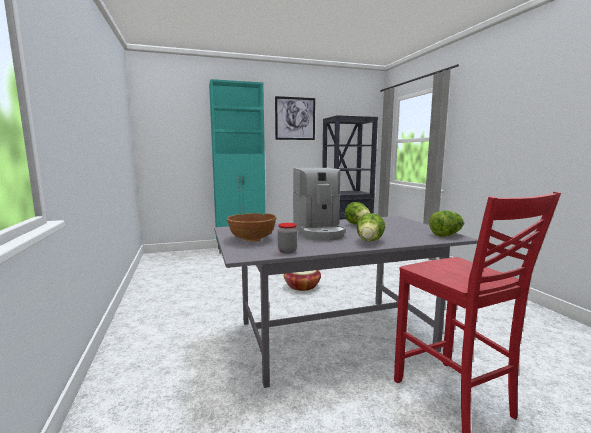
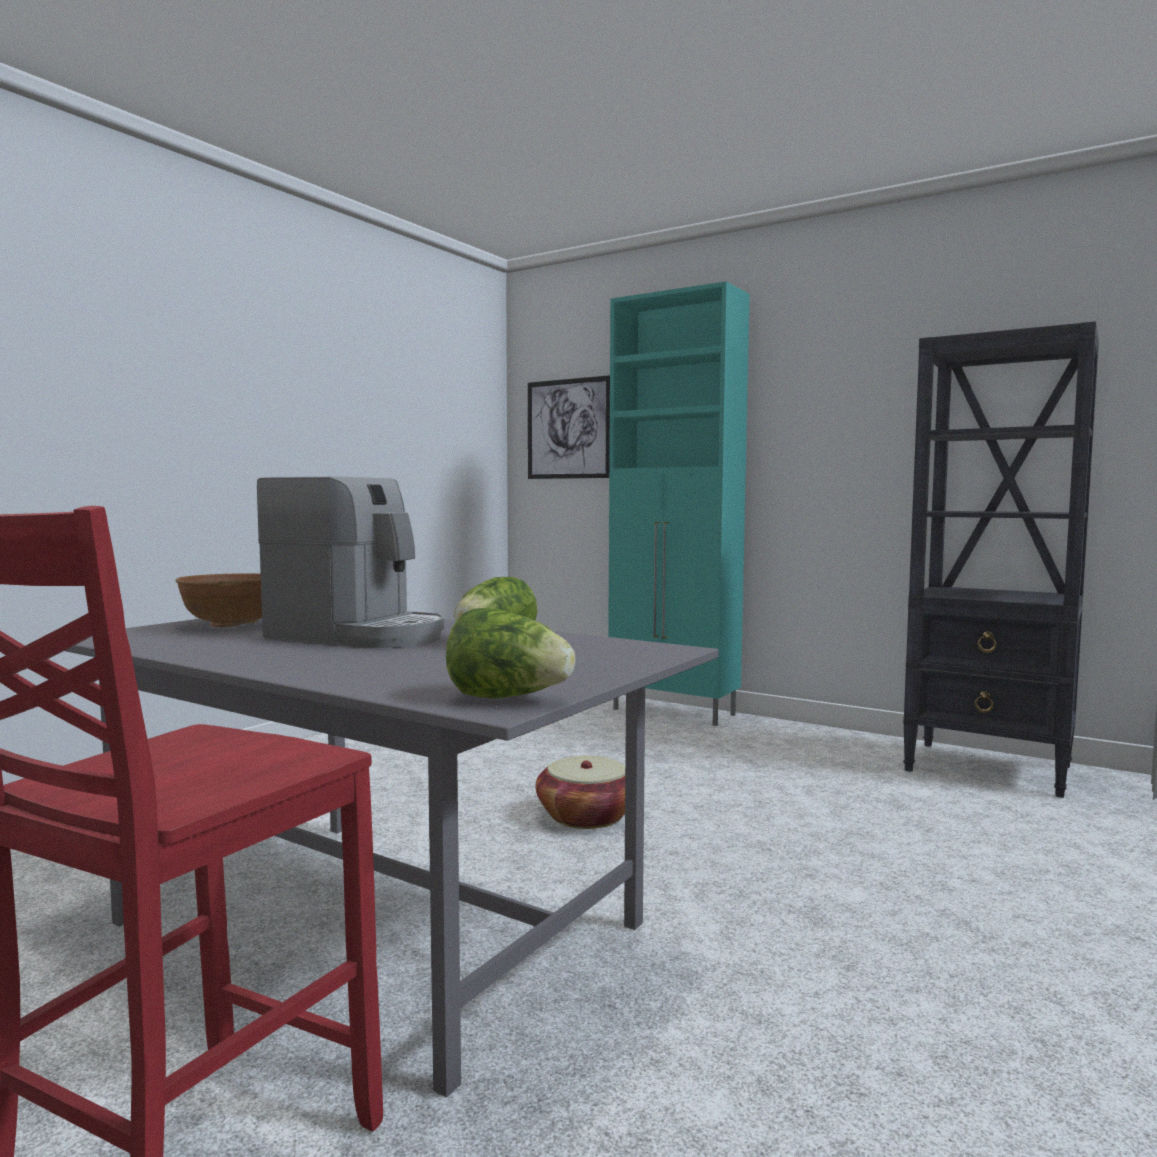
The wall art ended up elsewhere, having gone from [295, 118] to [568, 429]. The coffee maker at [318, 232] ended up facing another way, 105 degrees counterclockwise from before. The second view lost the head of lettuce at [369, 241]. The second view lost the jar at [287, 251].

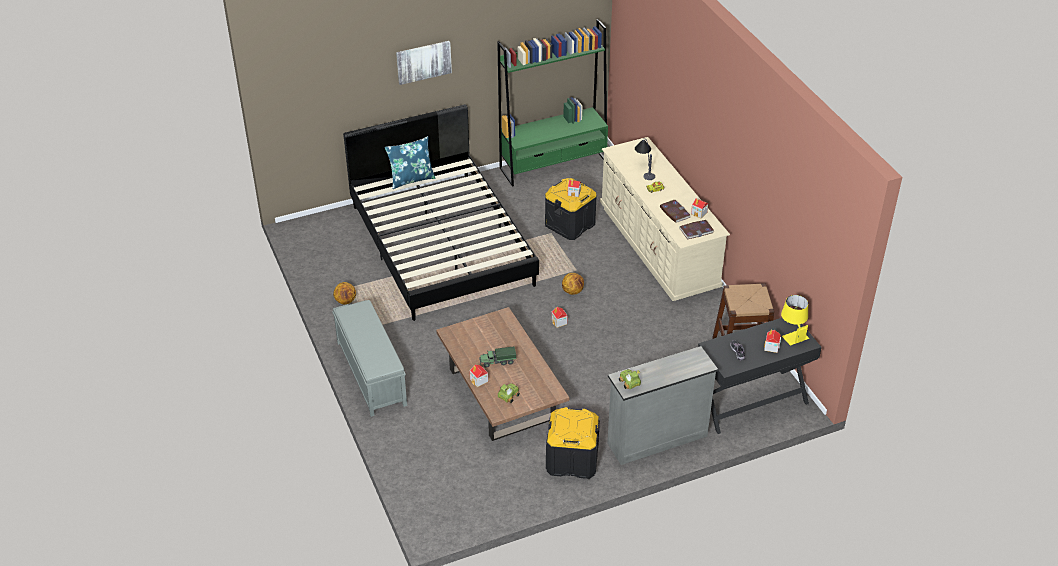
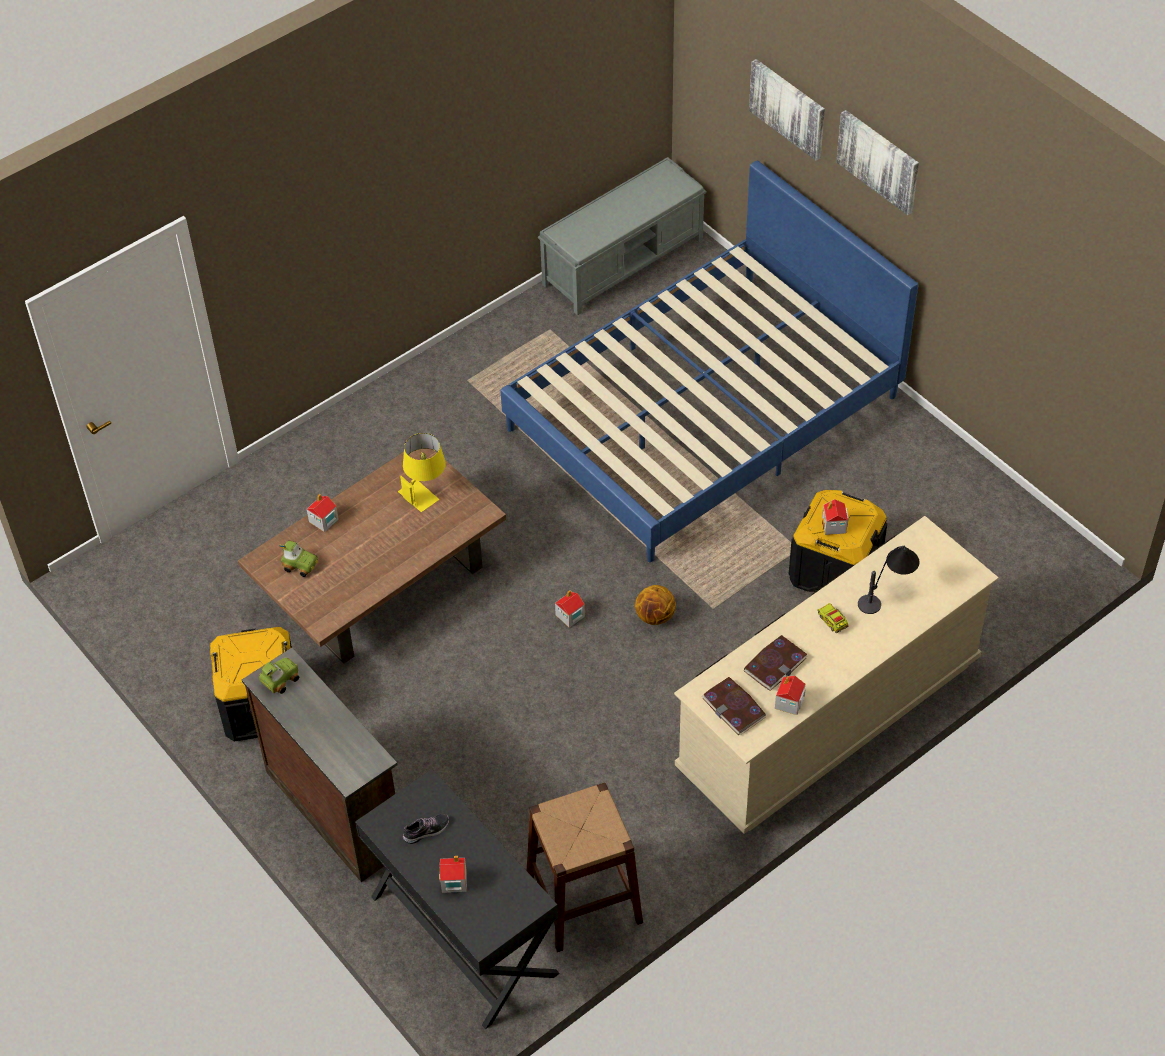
The second view lost the green bookshelf at [554, 165]. What was the blackish bed at [442, 244] turned into the blue-coloured bed at [704, 413]. The second view lost the blue-coloured throw pillow at [411, 179]. The second view lost the basketball ball at [345, 301]. The yellow table lamp ended up elsewhere, having gone from [792, 334] to [424, 491]. The grey bench ended up elsewhere, having gone from [371, 373] to [624, 261]. What was the grey chest of drawers at [656, 438] turned into the brown-coloured chest of drawers at [336, 809]. The second view lost the toy lorry at [497, 362]. The second view gained the wall art at [788, 108].

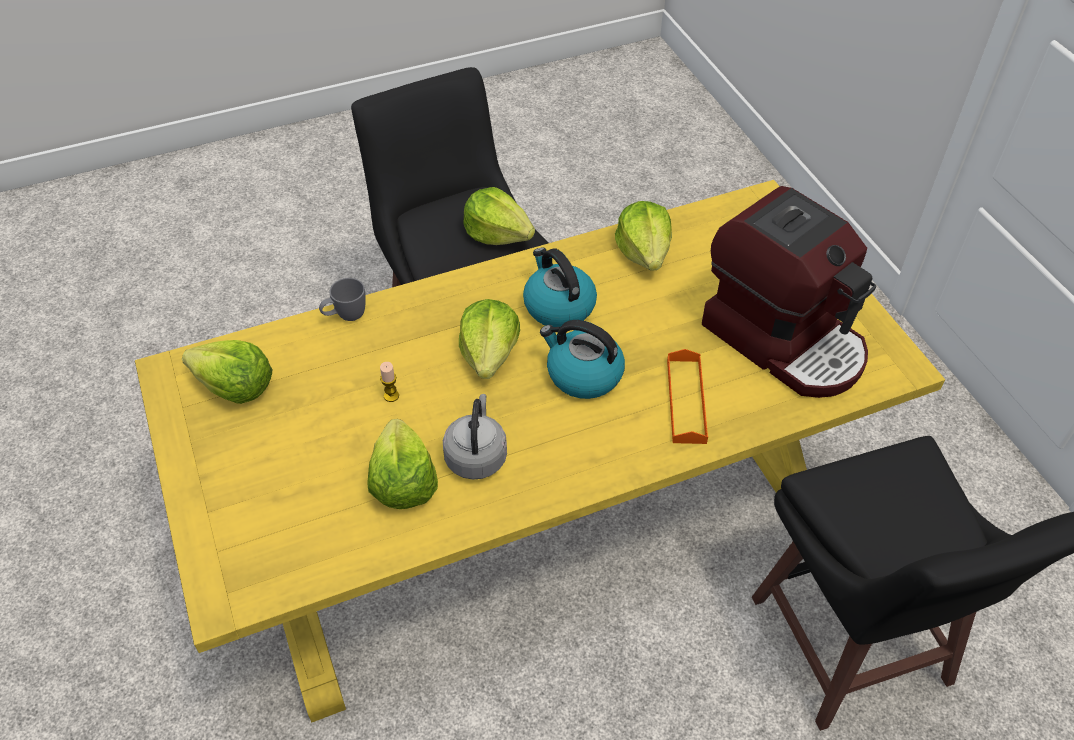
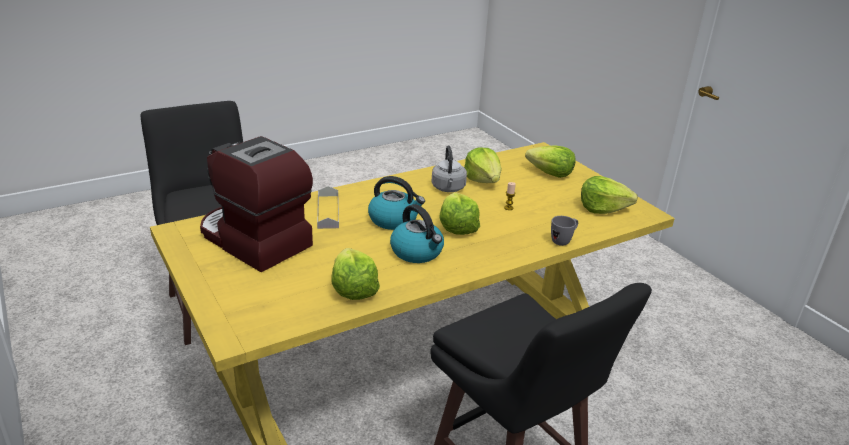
The head of lettuce ended up elsewhere, having gone from [497, 234] to [550, 173]. What was the orange-coloured tray at [686, 400] turned into the grey tray at [328, 211].

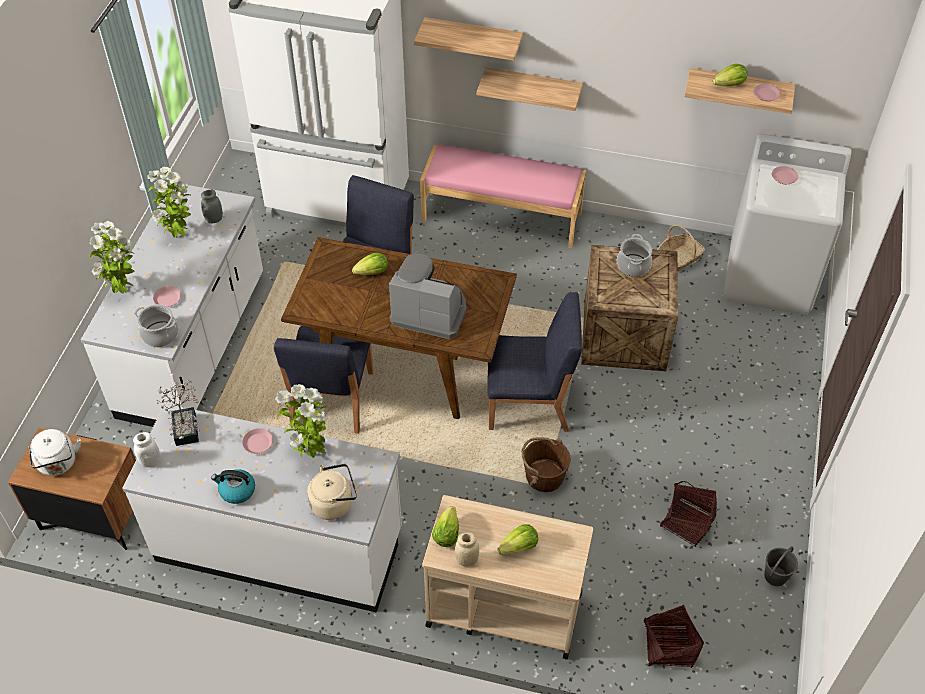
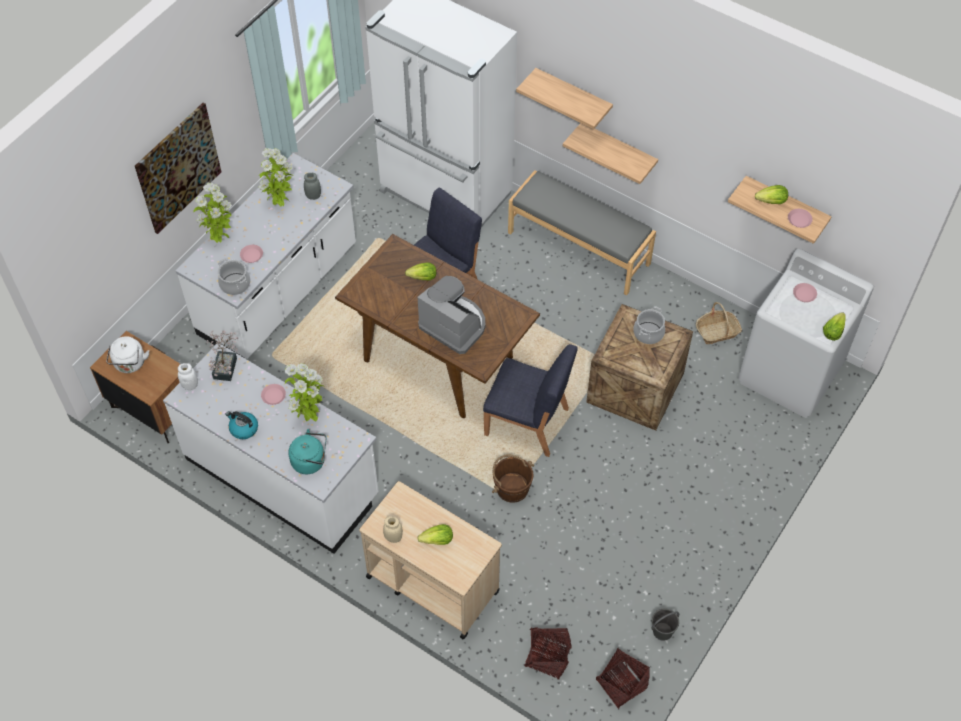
What was the pink bench at [502, 216] turned into the grey bench at [579, 248]. The second view lost the blue-coloured upright chair at [331, 399]. What was the sand-coloured water kettle at [334, 503] turned into the turquoise-coloured water kettle at [311, 461]. The household basket ended up elsewhere, having gone from [687, 522] to [621, 684]. The head of lettuce ended up elsewhere, having gone from [446, 534] to [833, 332]. The second view gained the wall art at [178, 168].

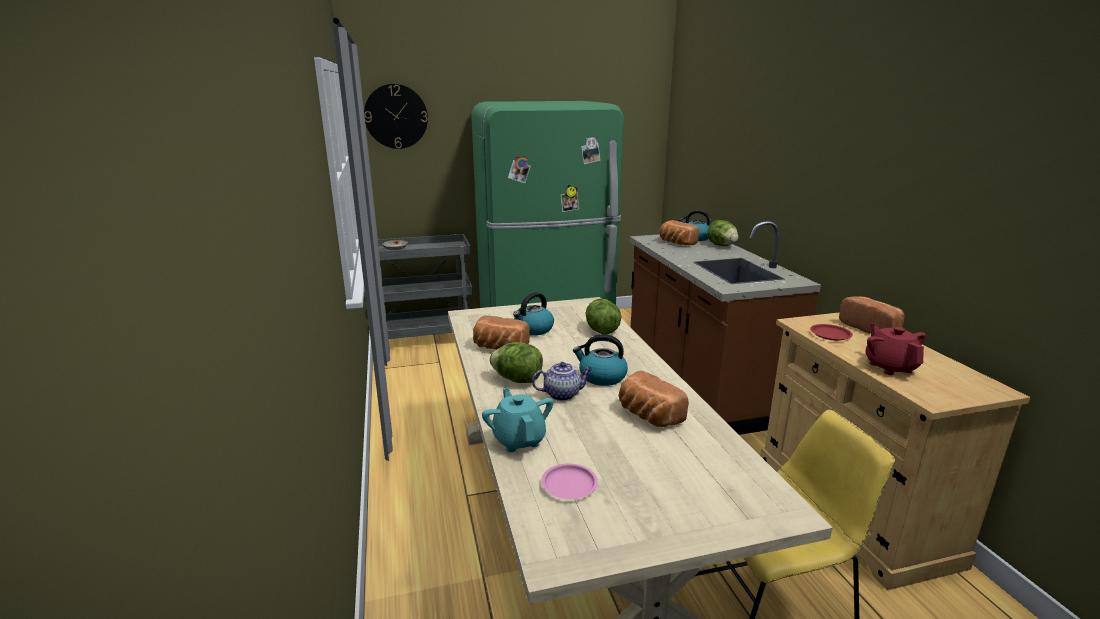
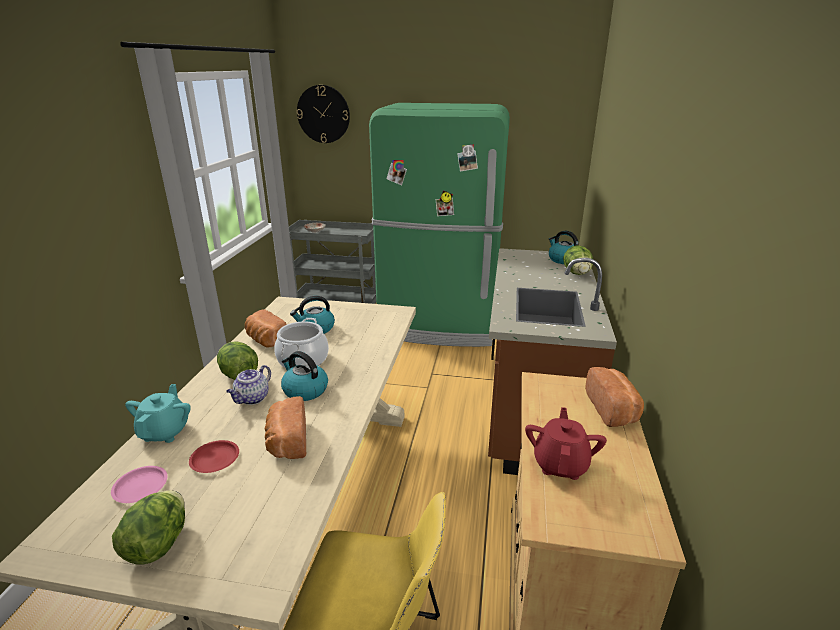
The second view lost the bakery bread at [676, 243]. The head of lettuce ended up elsewhere, having gone from [601, 330] to [158, 544]. The red dinner plate ended up elsewhere, having gone from [830, 335] to [215, 459]. The tea pot at [562, 394] ended up facing another way, 105 degrees clockwise from before. The second view gained the saucepot at [303, 360].

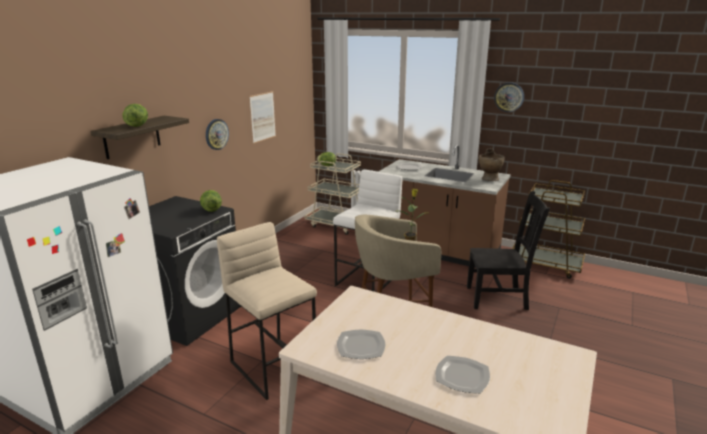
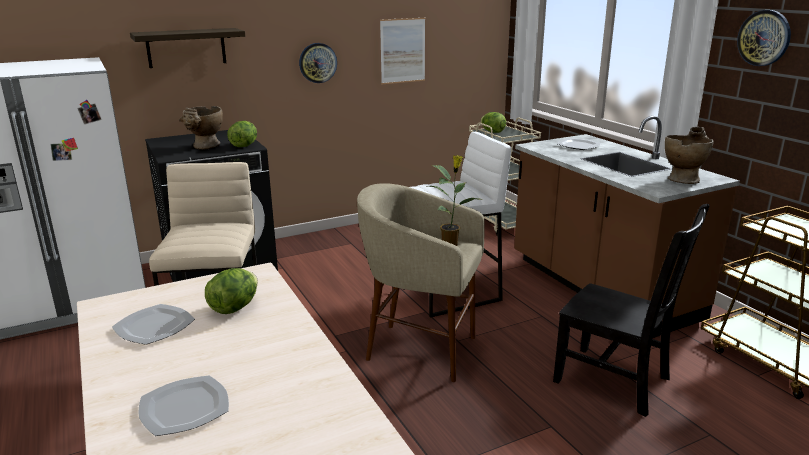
The head of lettuce ended up elsewhere, having gone from [137, 126] to [234, 308]. The second view gained the sand-coloured flower vase at [205, 147].

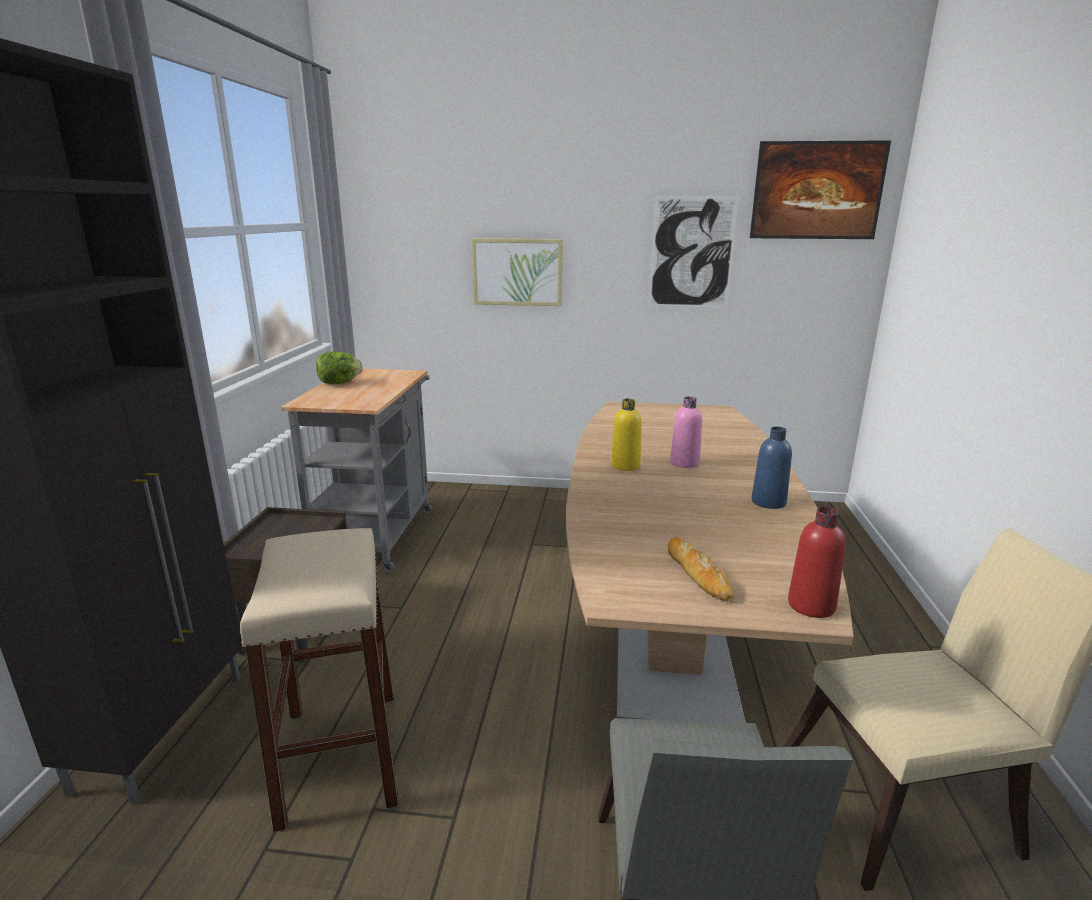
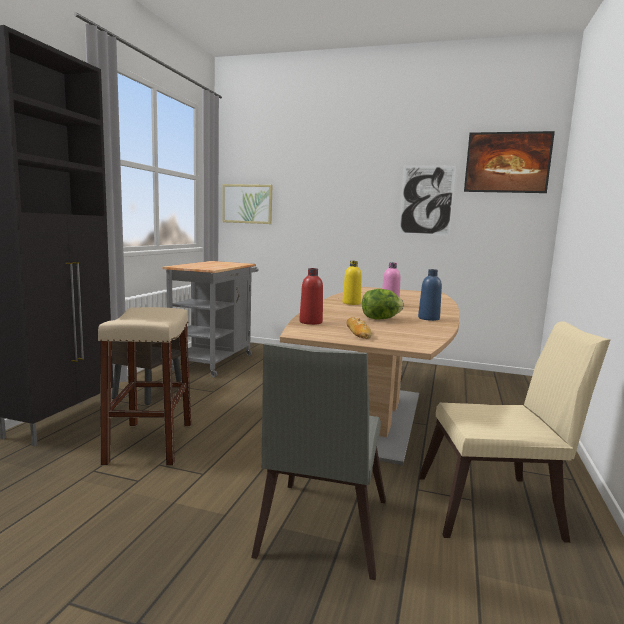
The wall art ended up elsewhere, having gone from [517, 272] to [247, 204]. The head of lettuce ended up elsewhere, having gone from [339, 383] to [380, 319]. The red beverage bottle ended up elsewhere, having gone from [811, 605] to [310, 322].

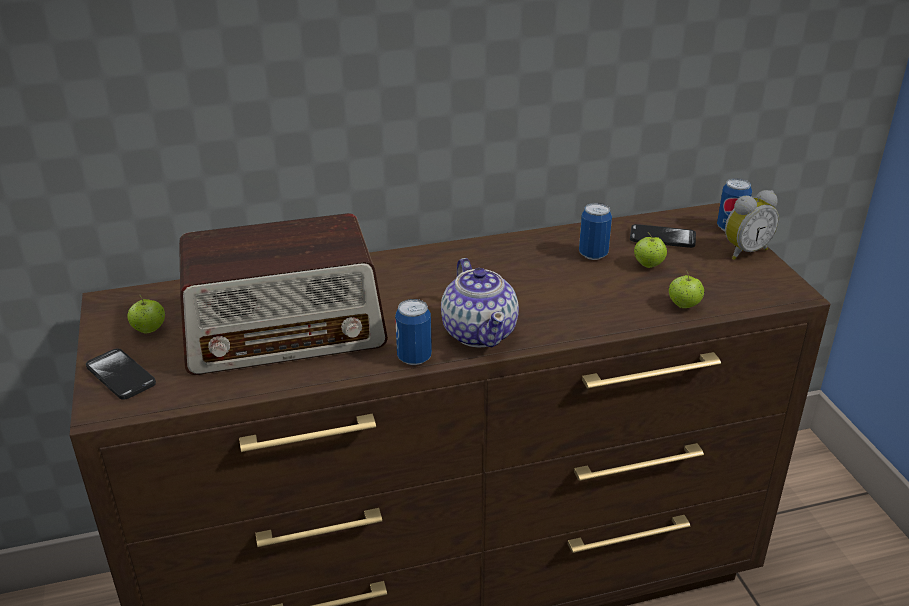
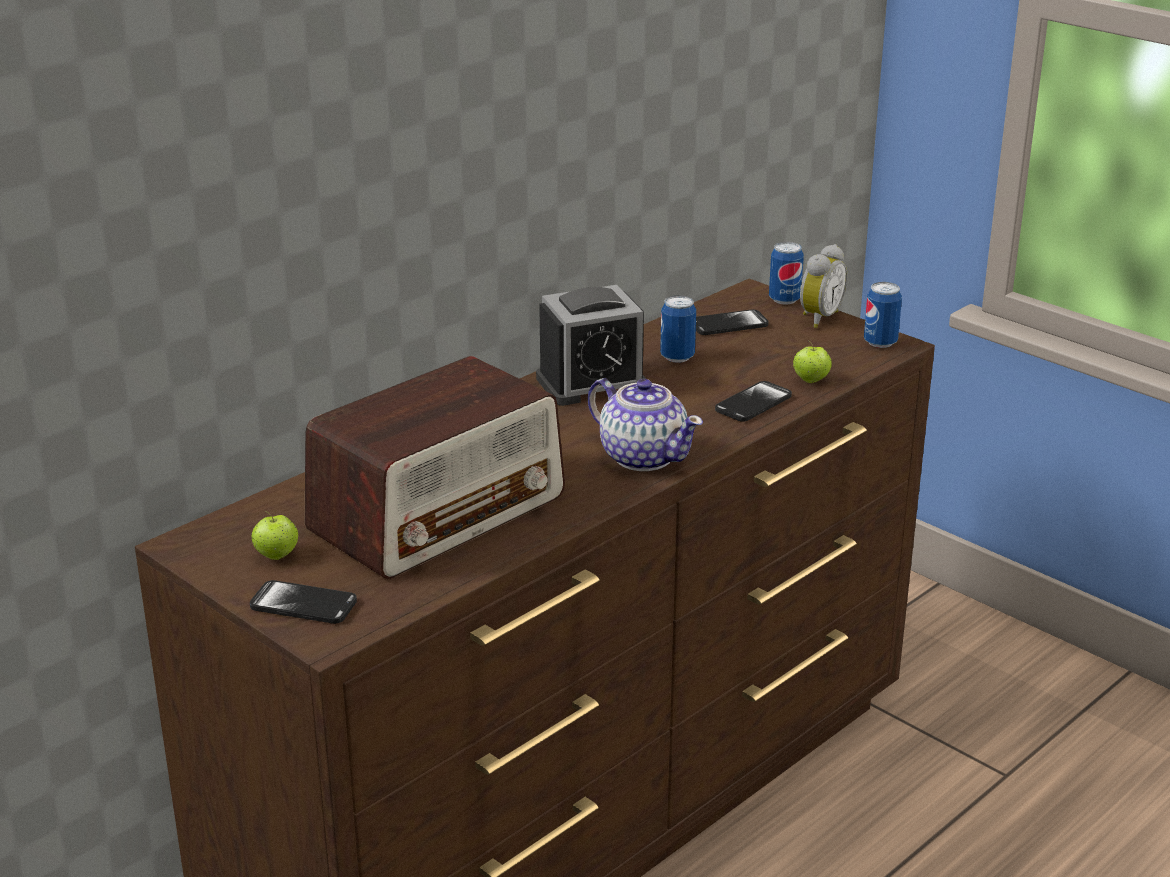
The second view lost the whole apple at [648, 265]. The metal can ended up elsewhere, having gone from [414, 358] to [880, 342]. The second view gained the alarm clock at [591, 383]. The second view gained the phone at [753, 403].

